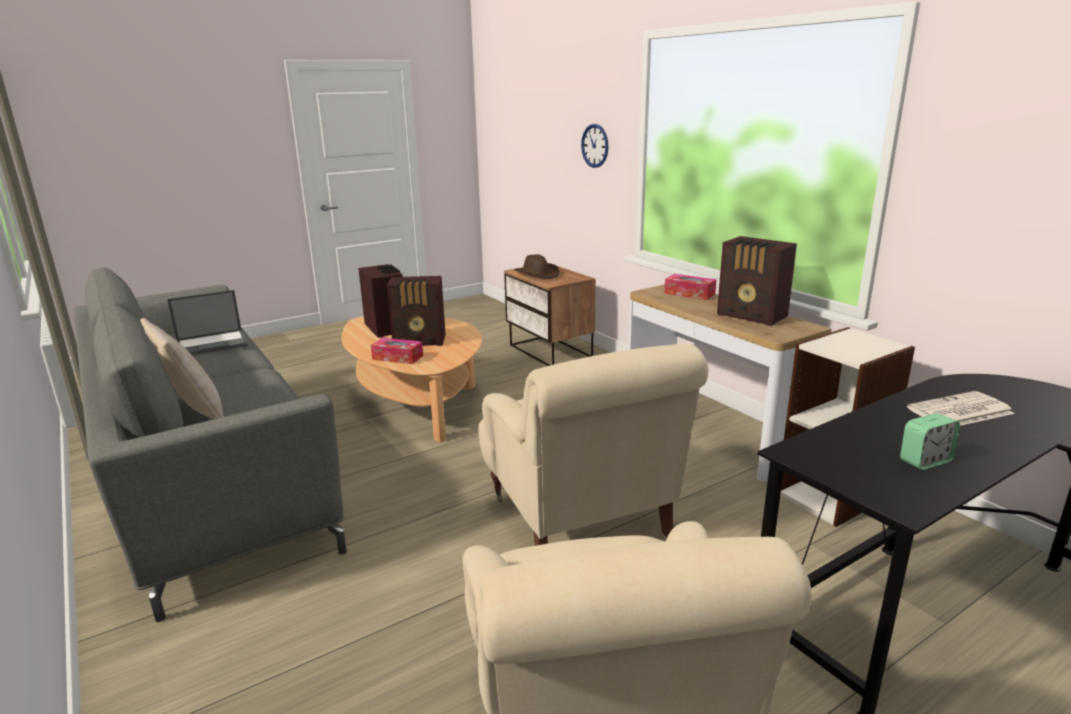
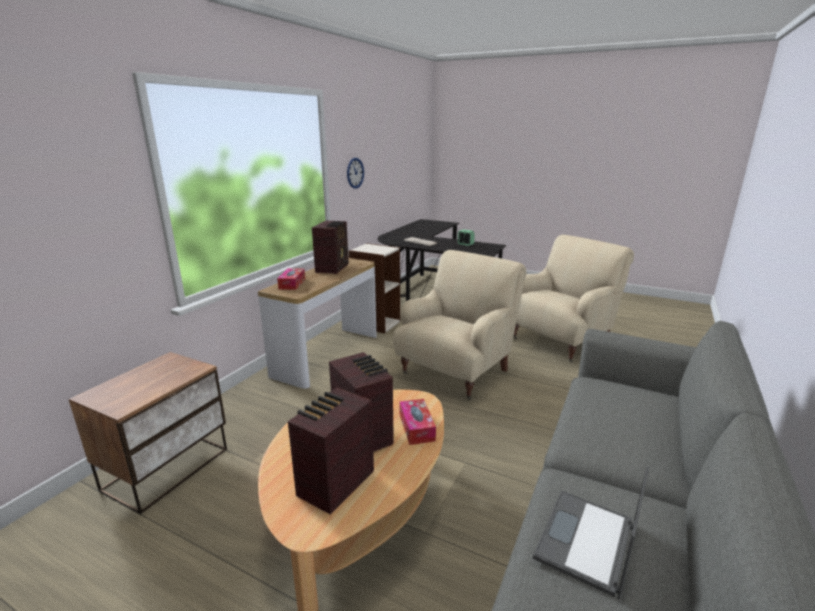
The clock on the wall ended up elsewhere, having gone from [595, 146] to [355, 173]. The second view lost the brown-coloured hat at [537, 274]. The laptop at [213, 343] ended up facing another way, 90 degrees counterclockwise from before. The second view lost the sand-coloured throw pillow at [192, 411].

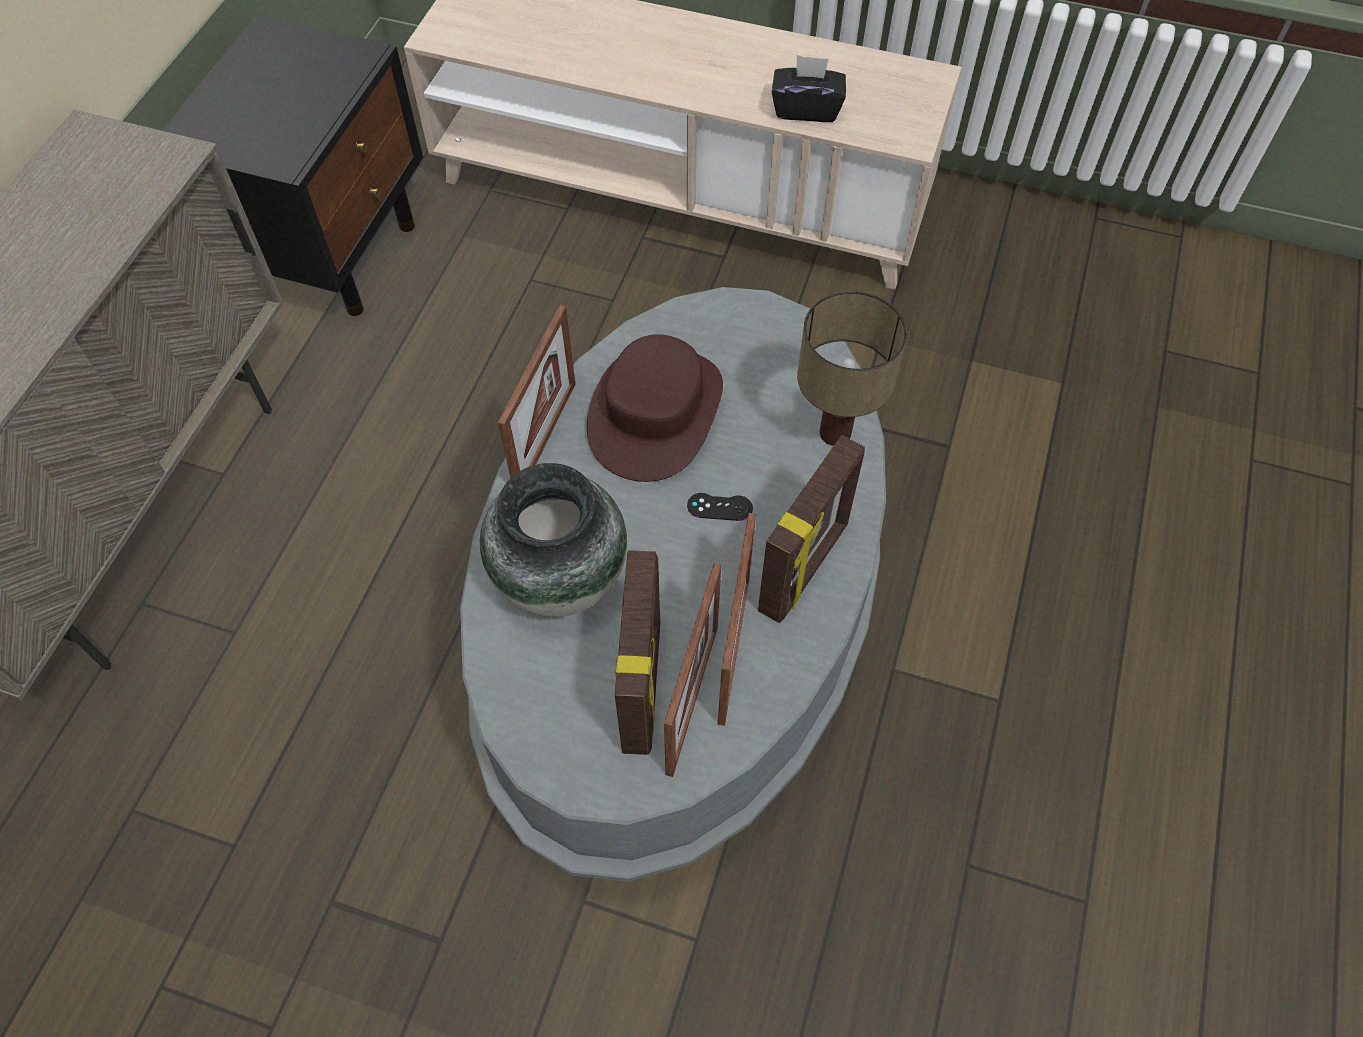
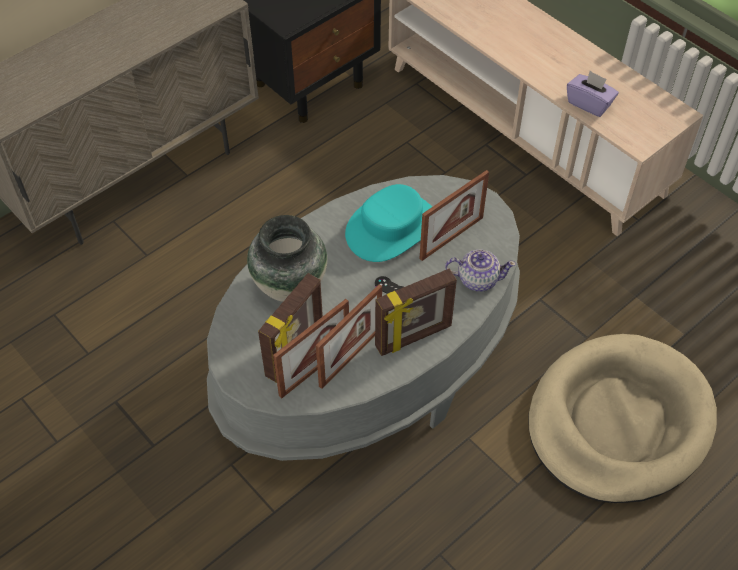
What was the blackish box of tissues at [806, 109] turned into the purple-coloured box of tissues at [589, 104]. Where the table lamp stood at [833, 432], the tea pot came to stand at [477, 279]. The photo frame ended up elsewhere, having gone from [545, 437] to [451, 238]. What was the brown-coloured hat at [655, 412] turned into the turquoise-coloured hat at [391, 228]. The second view gained the sand-coloured dog bed at [618, 422].

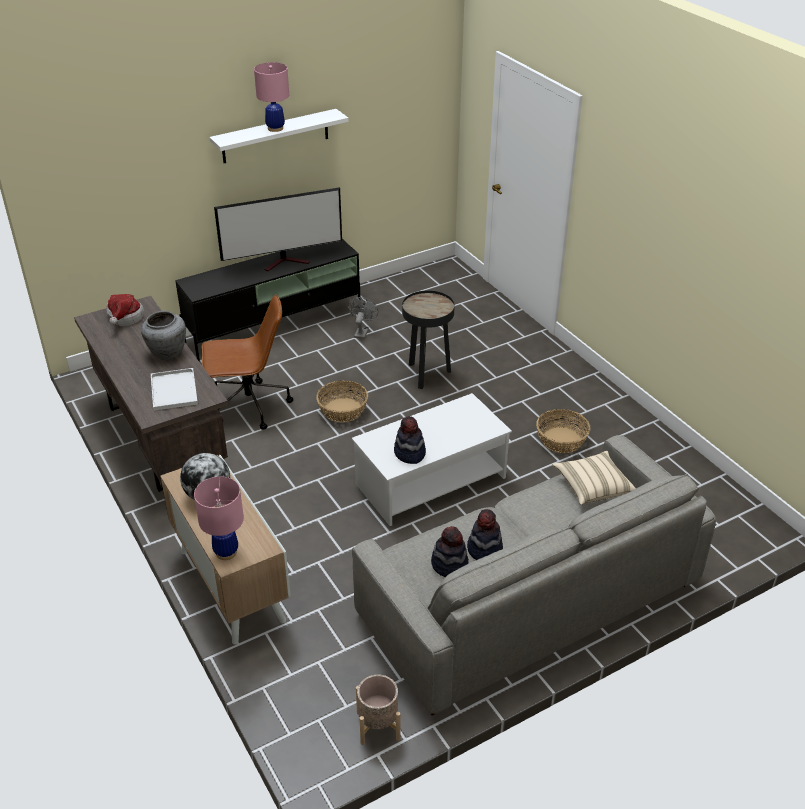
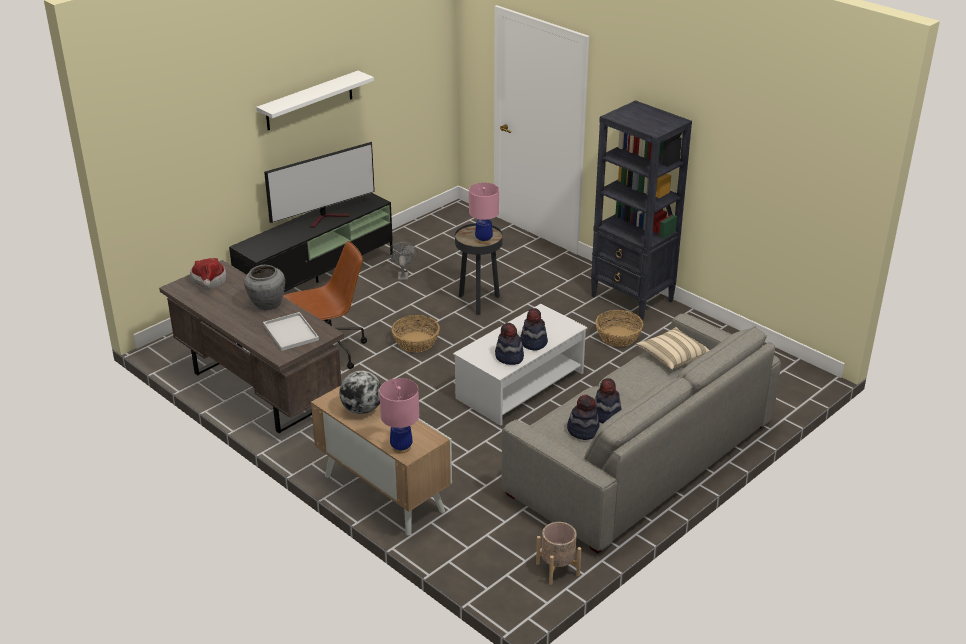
The pink table lamp ended up elsewhere, having gone from [275, 128] to [483, 240]. The second view gained the blackish bookshelf at [632, 299]. The second view gained the hat at [533, 342].

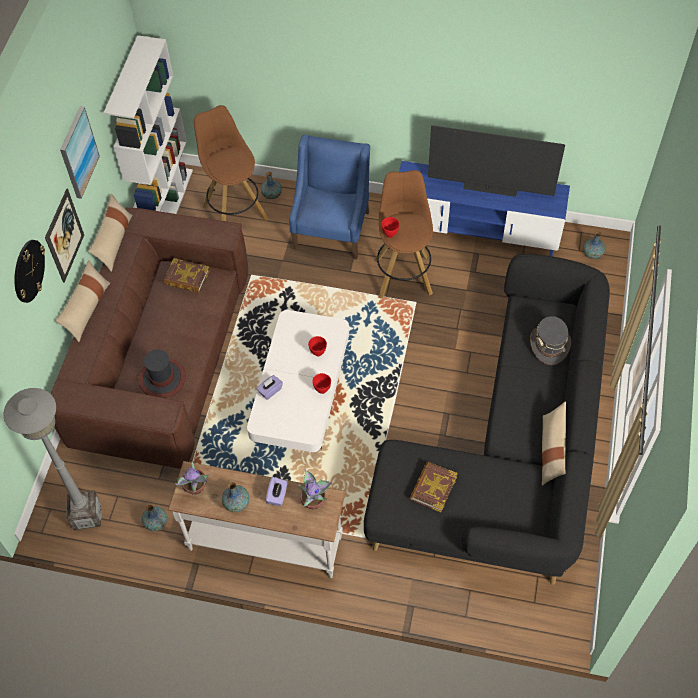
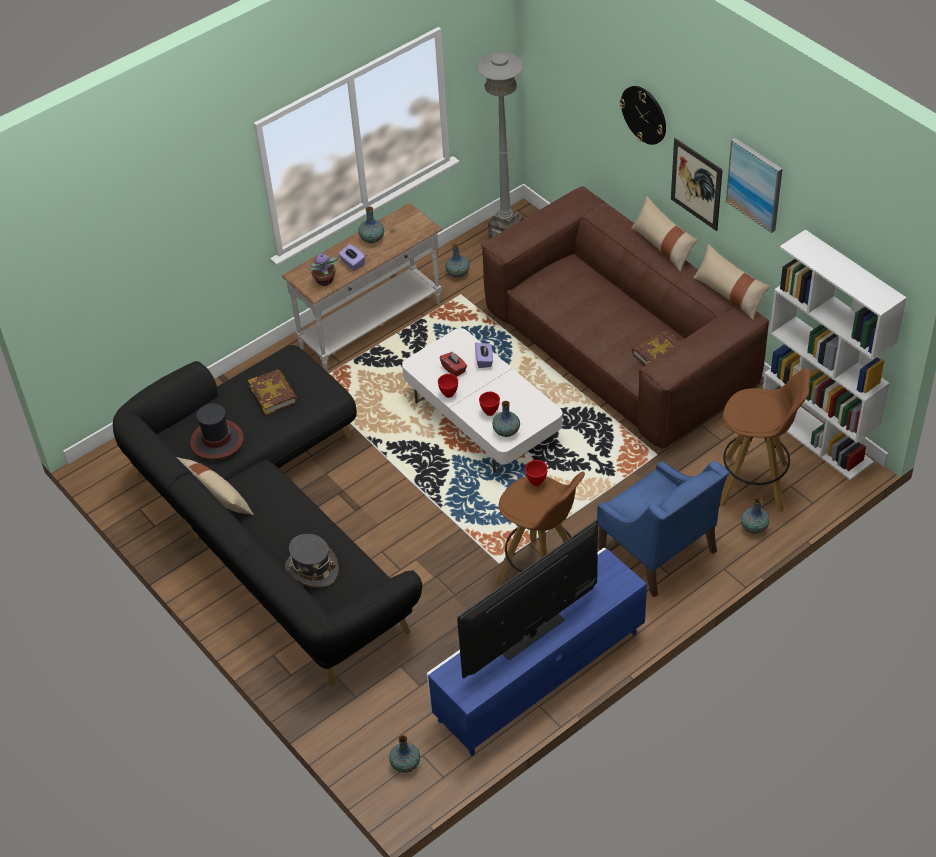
The hat ended up elsewhere, having gone from [162, 378] to [216, 441]. The second view lost the potted plant at [195, 488]. The second view gained the red box of tissues at [454, 369]. The second view gained the flower vase at [506, 431].

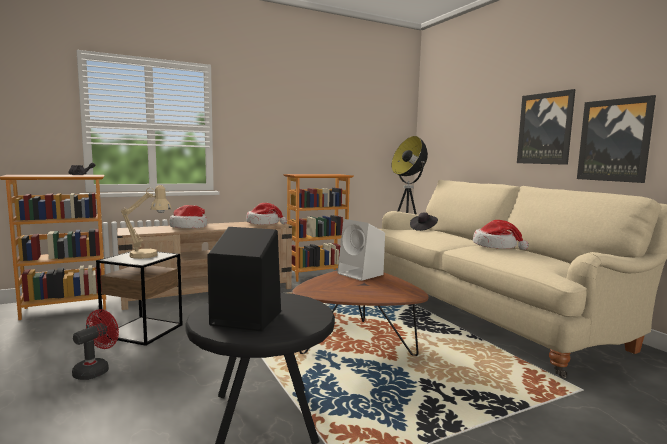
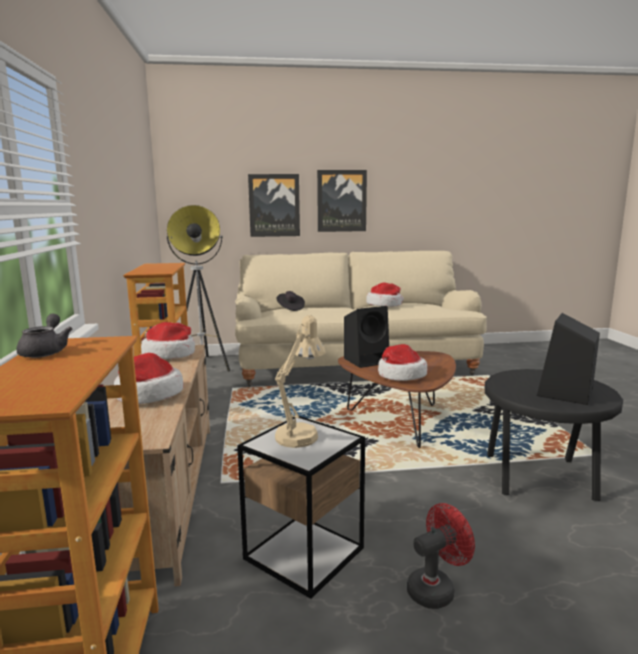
The wall art ended up elsewhere, having gone from [614, 140] to [274, 205]. What was the white loudspeaker at [361, 274] turned into the blackish loudspeaker at [367, 360]. The red electric fan at [96, 370] ended up facing another way, 105 degrees clockwise from before. The second view gained the hat at [400, 375].

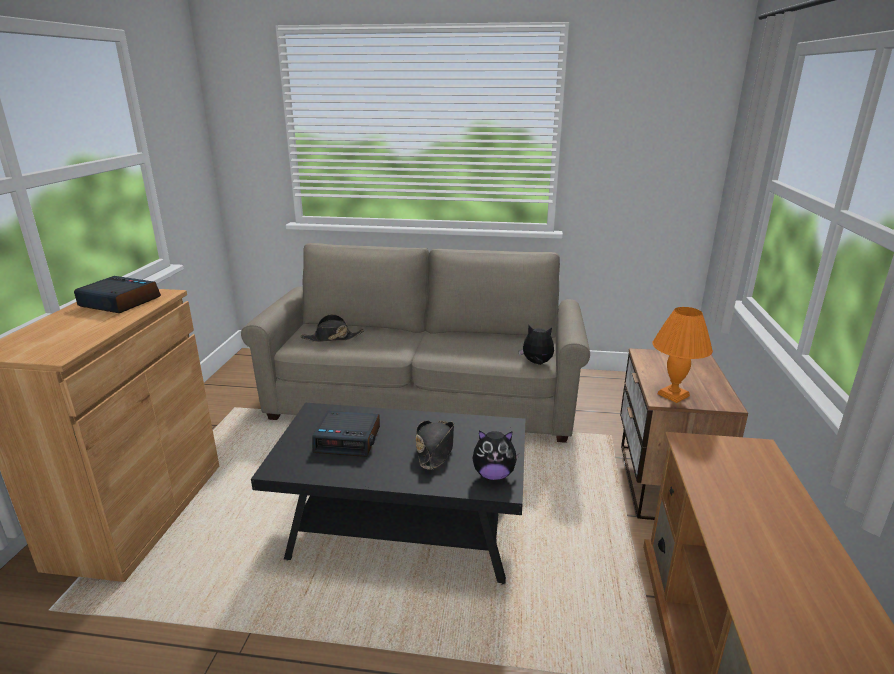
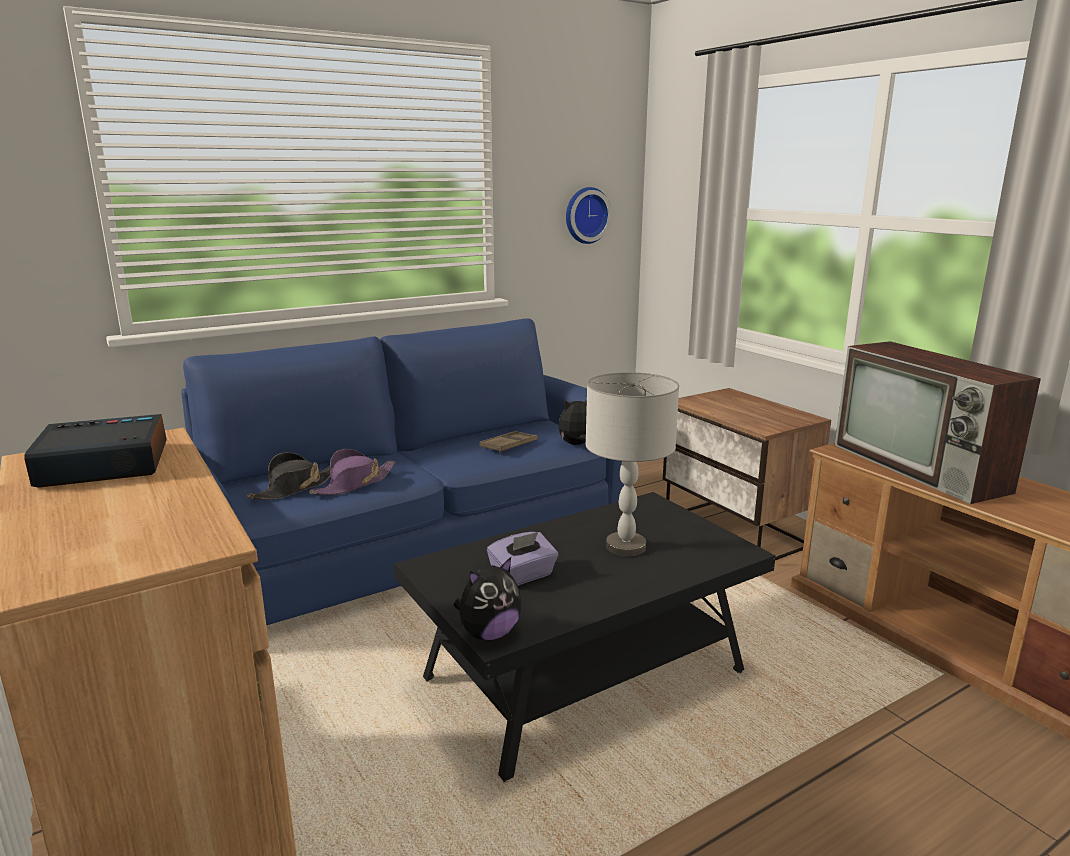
What was the sand-coloured couch at [424, 400] turned into the blue-coloured couch at [413, 547]. The second view lost the orange-coloured table lamp at [673, 395]. Where the alarm clock stood at [348, 439], the purple-coloured box of tissues came to stand at [523, 576]. Where the blackish hat stood at [435, 449], the grey table lamp came to stand at [626, 546]. The cuddly toy ended up elsewhere, having gone from [493, 475] to [489, 633]. The second view gained the clock on the wall at [585, 215]. The second view gained the TV set at [921, 468]. The second view gained the brown-coloured tray at [509, 446]. The second view gained the purple-coloured hat at [354, 484].

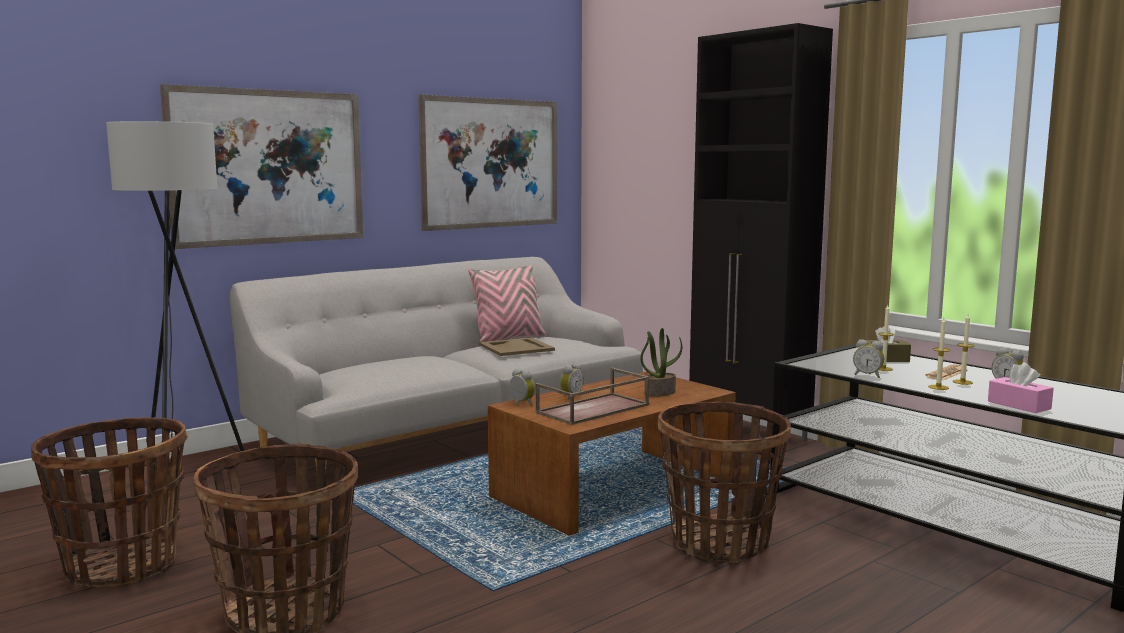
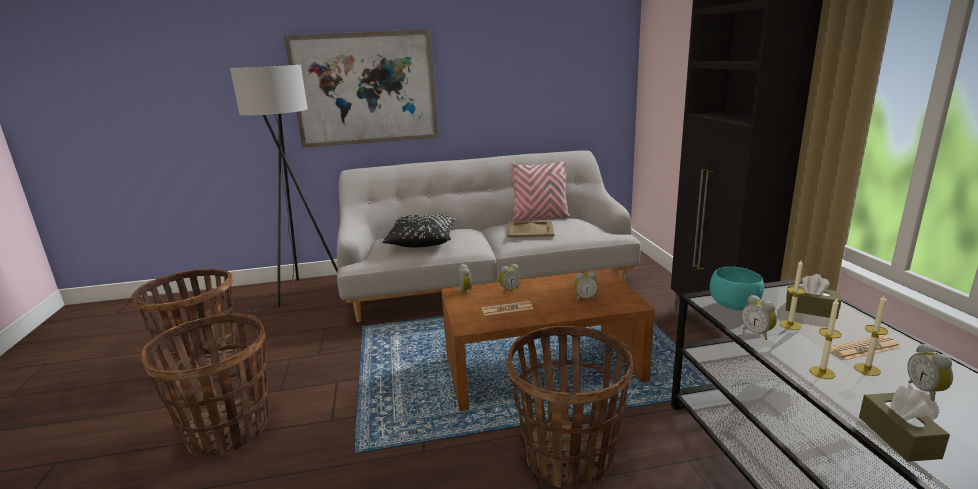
The second view lost the wall art at [491, 163]. Where the potted plant stood at [660, 393], the alarm clock came to stand at [585, 298]. What was the pink box of tissues at [1019, 405] turned into the brown-coloured box of tissues at [898, 437]. Where the brown-coloured tray stood at [593, 409], the newspaper came to stand at [507, 309]. The second view gained the blackish throw pillow at [422, 241]. The second view gained the turquoise-coloured serving bowl at [733, 306].

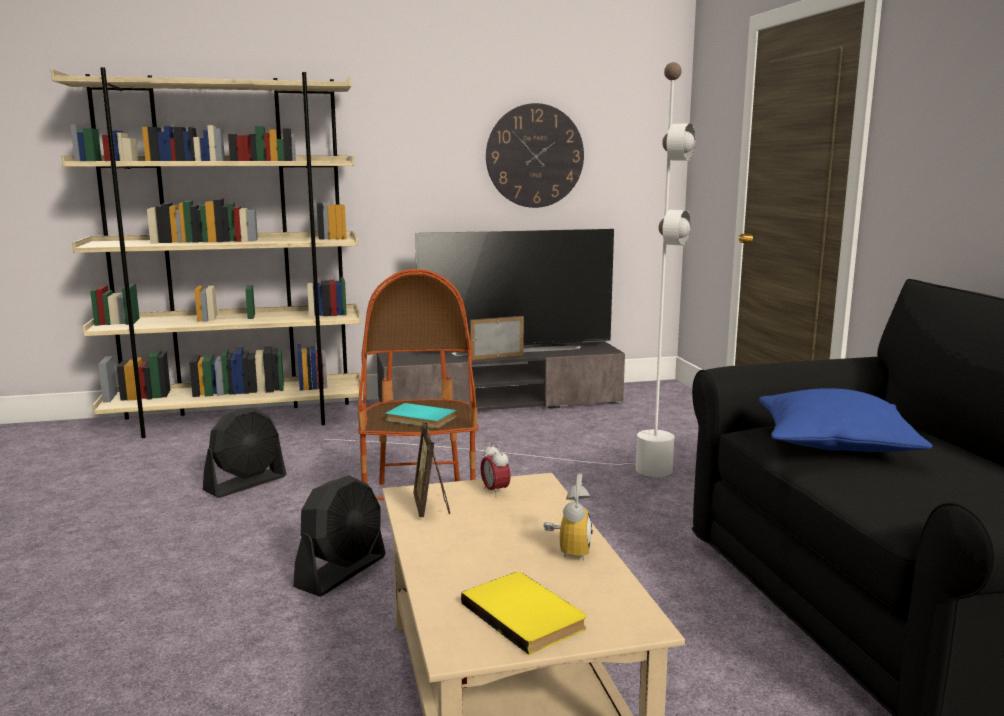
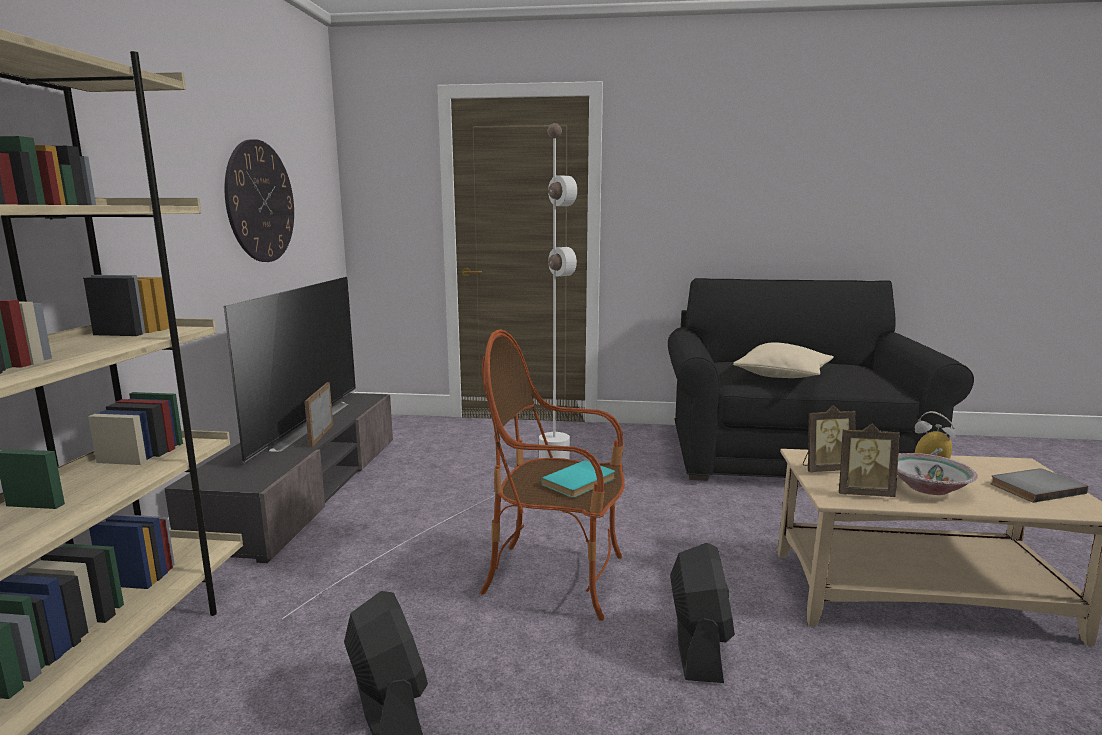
What was the blue-coloured throw pillow at [834, 445] turned into the sand-coloured throw pillow at [782, 375]. Where the alarm clock stood at [495, 491], the photo frame came to stand at [825, 469]. The blackish electric fan at [342, 571] ended up facing another way, 45 degrees clockwise from before. What was the yellow book at [526, 614] turned into the grey book at [1034, 487]. The second view gained the serving bowl at [928, 488].

